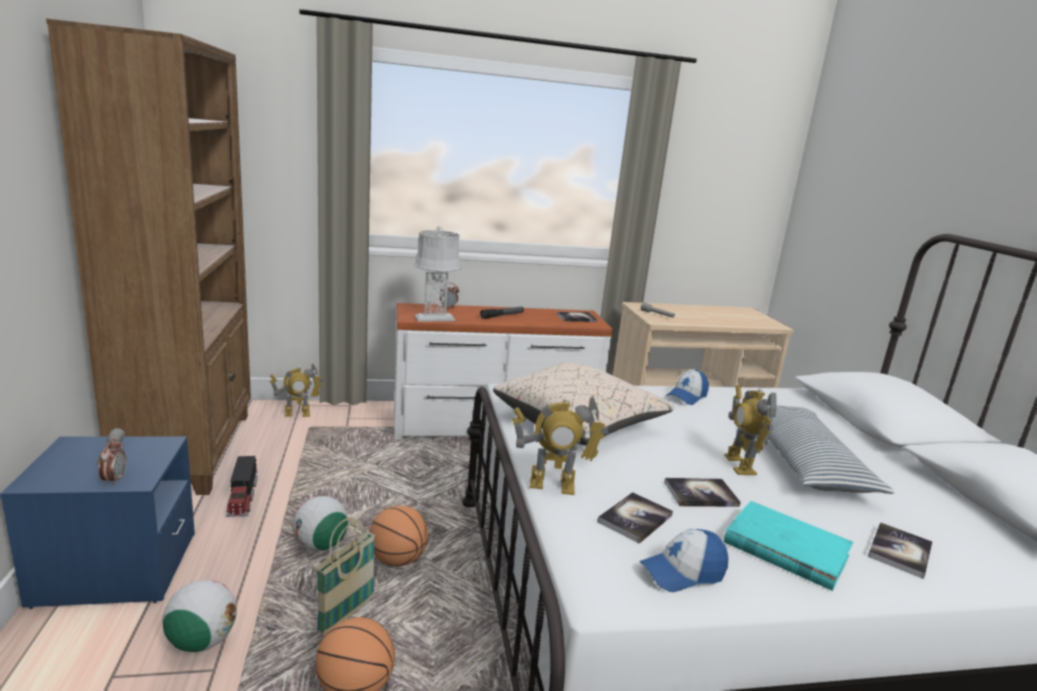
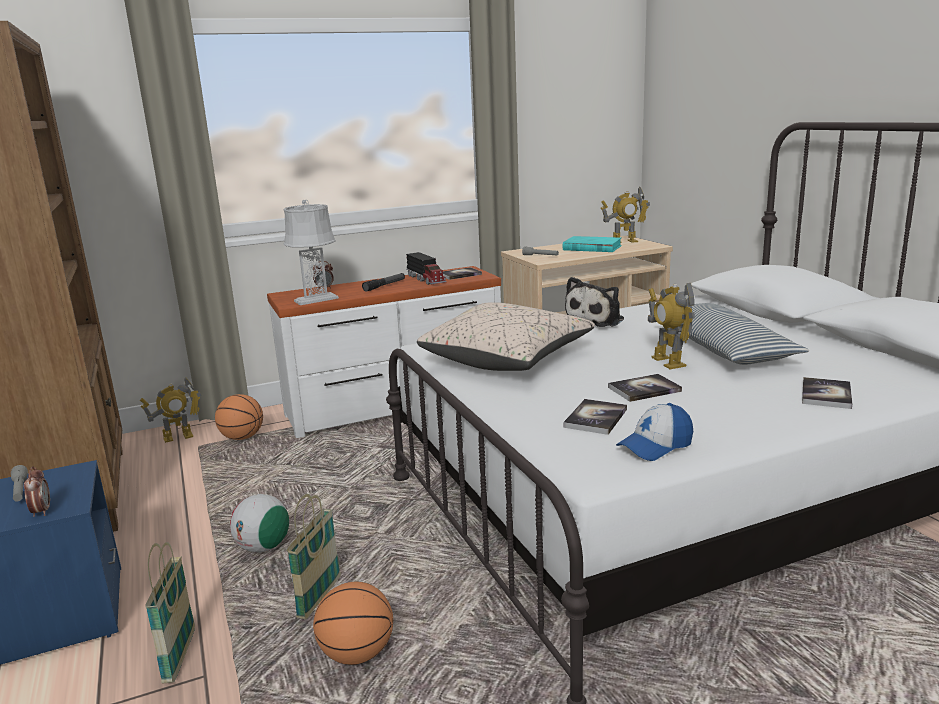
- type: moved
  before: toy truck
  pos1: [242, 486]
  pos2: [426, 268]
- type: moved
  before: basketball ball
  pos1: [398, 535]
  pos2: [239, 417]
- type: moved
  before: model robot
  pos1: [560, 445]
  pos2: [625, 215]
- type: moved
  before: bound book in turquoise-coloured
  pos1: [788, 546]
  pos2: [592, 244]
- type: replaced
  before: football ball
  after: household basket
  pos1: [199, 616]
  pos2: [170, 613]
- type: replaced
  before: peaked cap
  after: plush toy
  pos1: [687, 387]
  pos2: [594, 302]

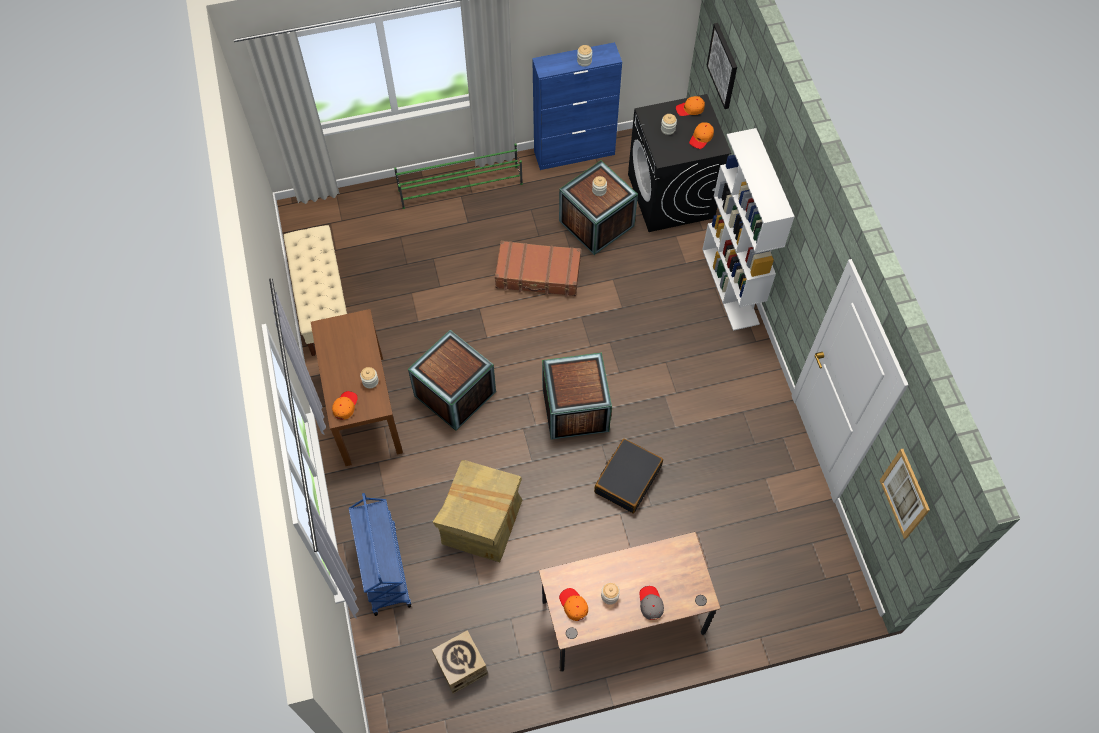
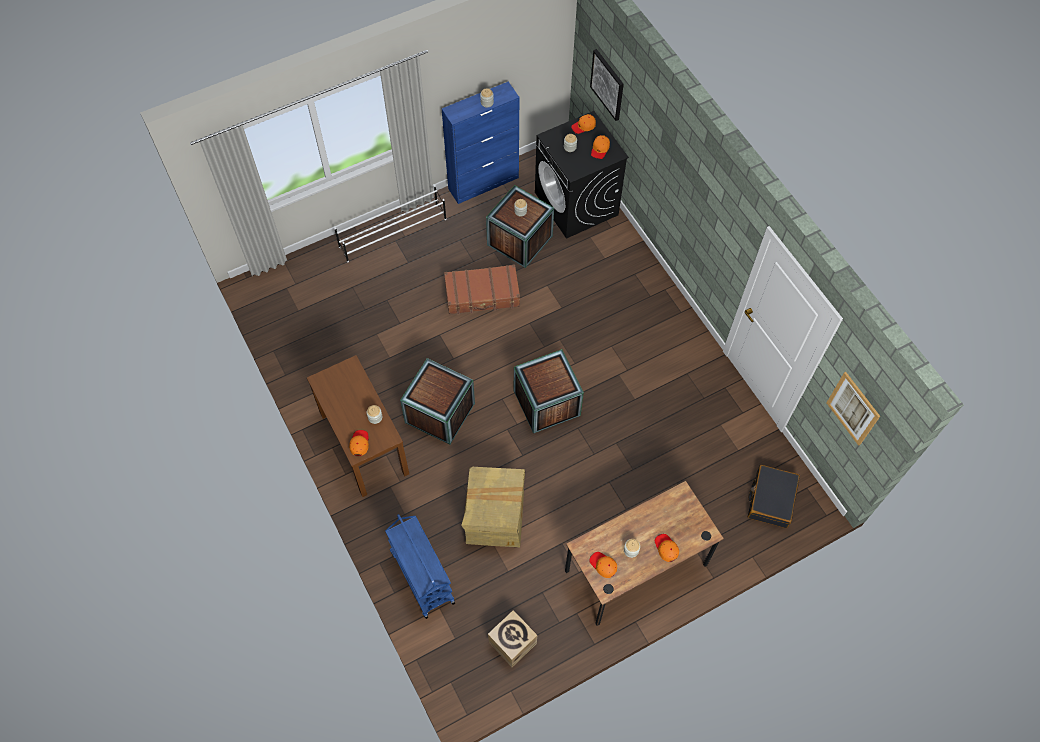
- type: removed
  before: long seat in beige-coloured
  pos1: [315, 290]
- type: removed
  before: bookcase in white
  pos1: [748, 229]
- type: moved
  before: piece of luggage in black-coloured
  pos1: [628, 475]
  pos2: [774, 496]
- type: recoloured
  before: shoe rack in green
  after: shoe rack in white
  pos1: [458, 176]
  pos2: [390, 223]
- type: recoloured
  before: peaked cap in grey
  after: peaked cap in orange
  pos1: [652, 603]
  pos2: [667, 548]

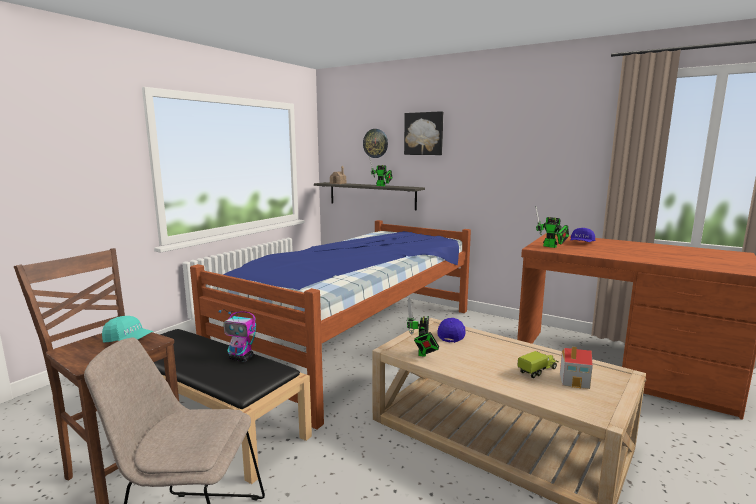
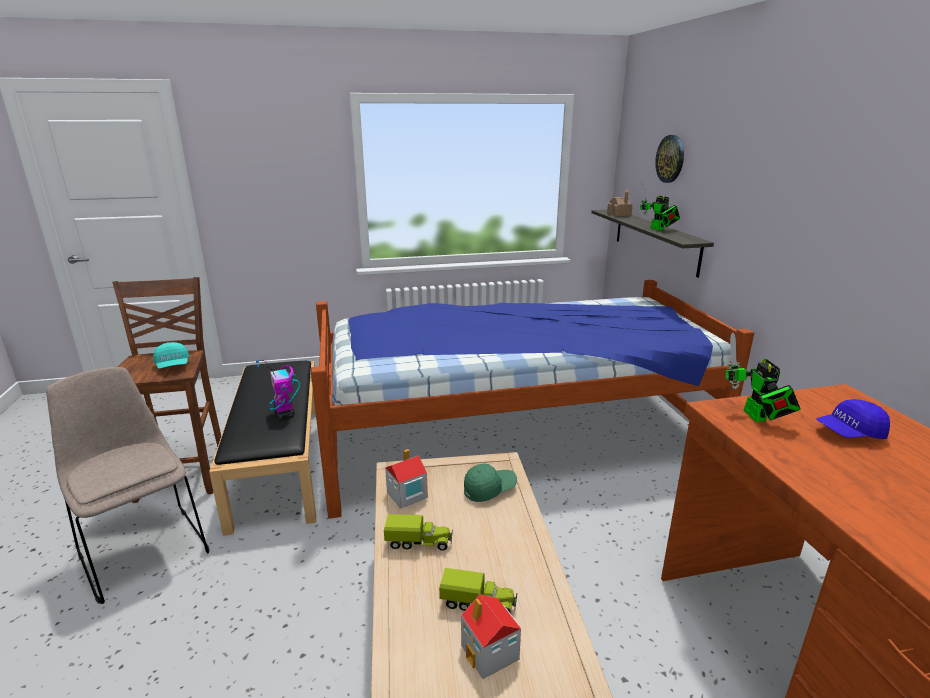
- type: removed
  before: wall art
  pos1: [423, 133]
- type: added
  after: toy truck
  pos2: [418, 532]
- type: replaced
  before: model robot
  after: miniature house
  pos1: [423, 327]
  pos2: [406, 479]
- type: recoloured
  before: peaked cap in blue-coloured
  after: peaked cap in green
  pos1: [451, 330]
  pos2: [490, 482]

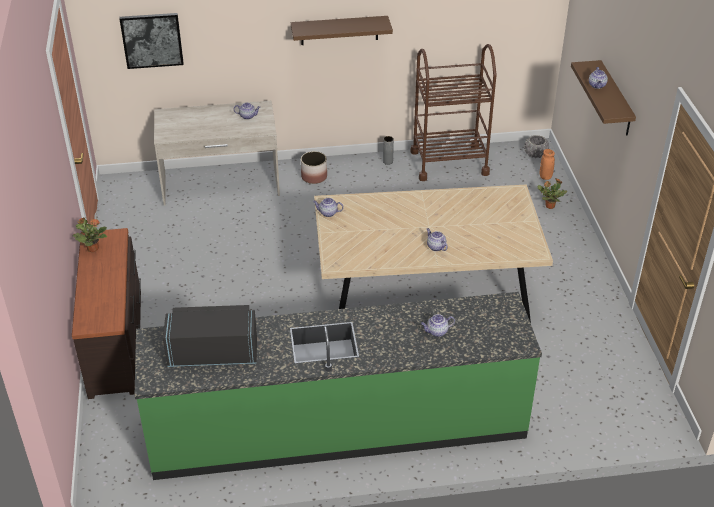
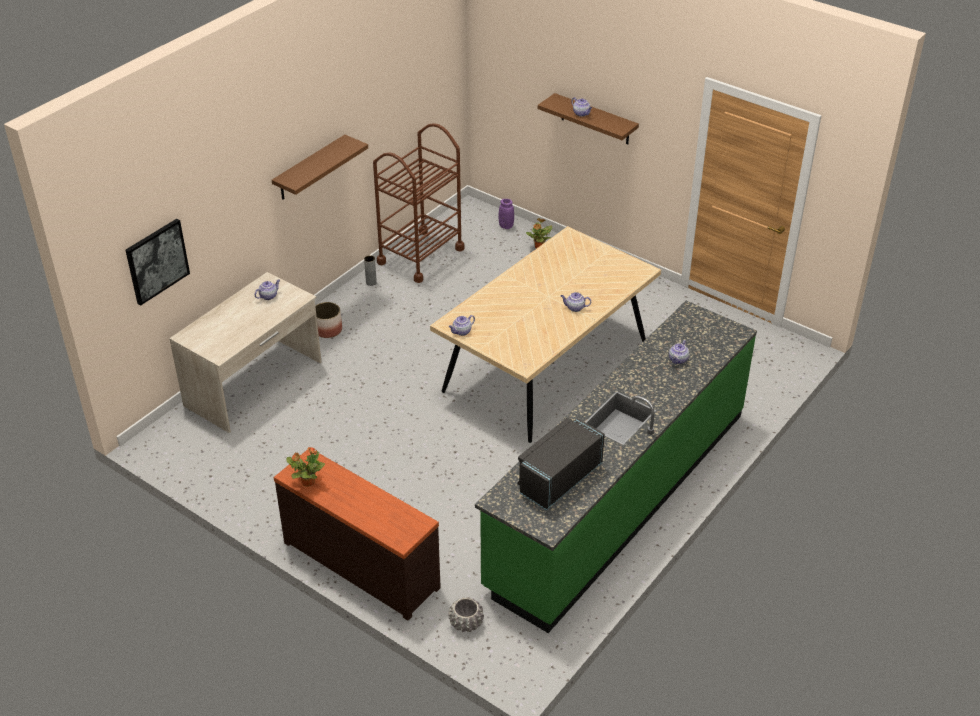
- type: moved
  before: plant pot in grey
  pos1: [536, 146]
  pos2: [466, 614]
- type: recoloured
  before: decorative vase in orange
  after: decorative vase in purplish
  pos1: [547, 164]
  pos2: [506, 214]

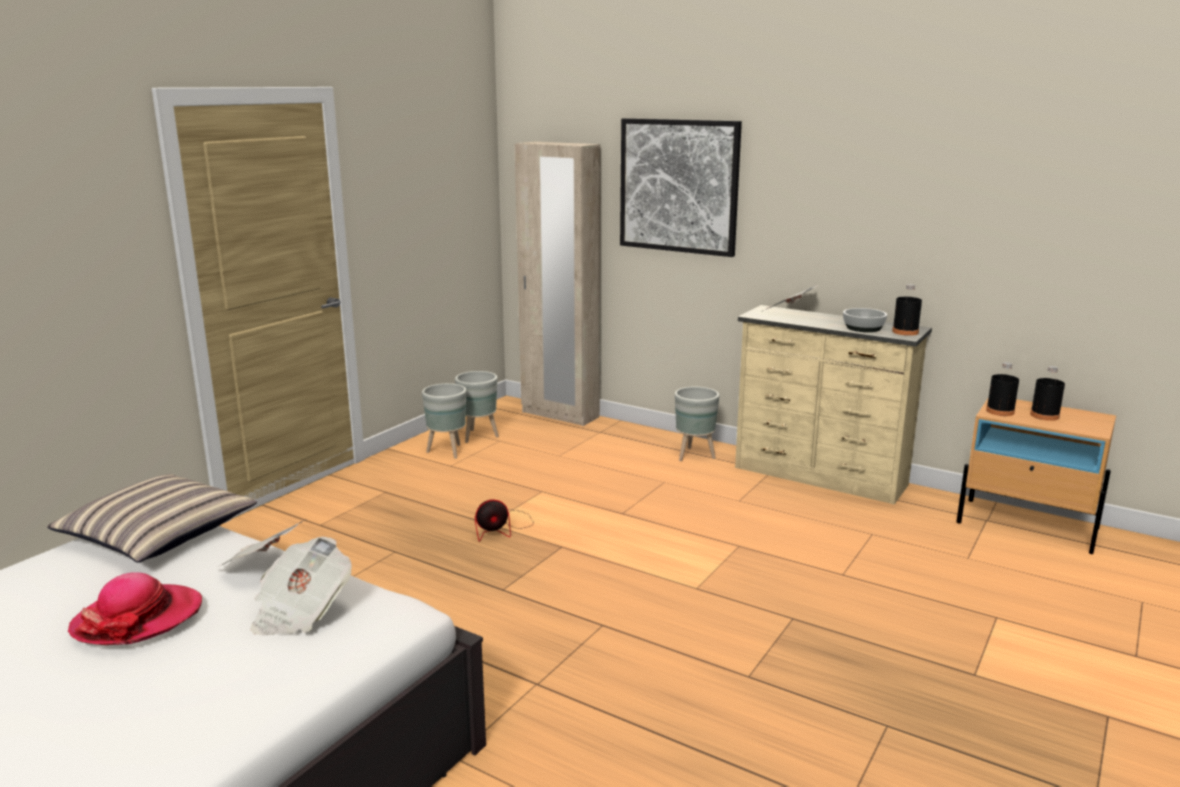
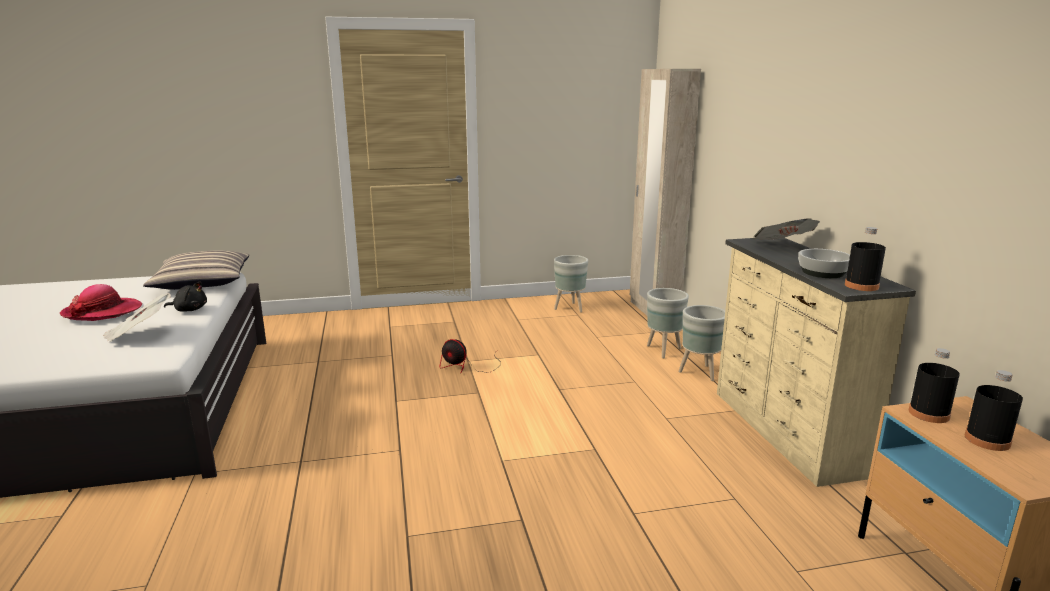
- type: removed
  before: wall art
  pos1: [681, 187]
- type: moved
  before: plant pot in grey
  pos1: [444, 421]
  pos2: [668, 323]
- type: replaced
  before: newspaper
  after: plush toy in black-coloured
  pos1: [262, 543]
  pos2: [185, 297]

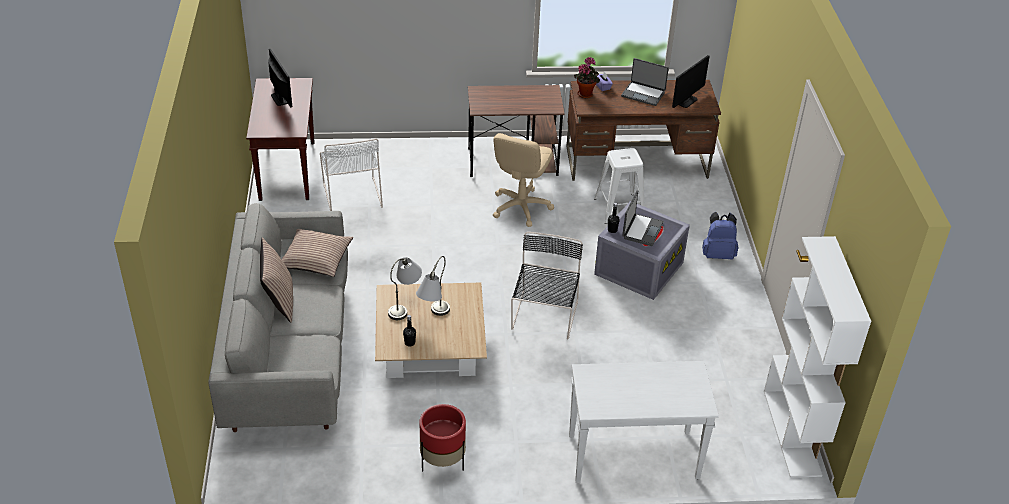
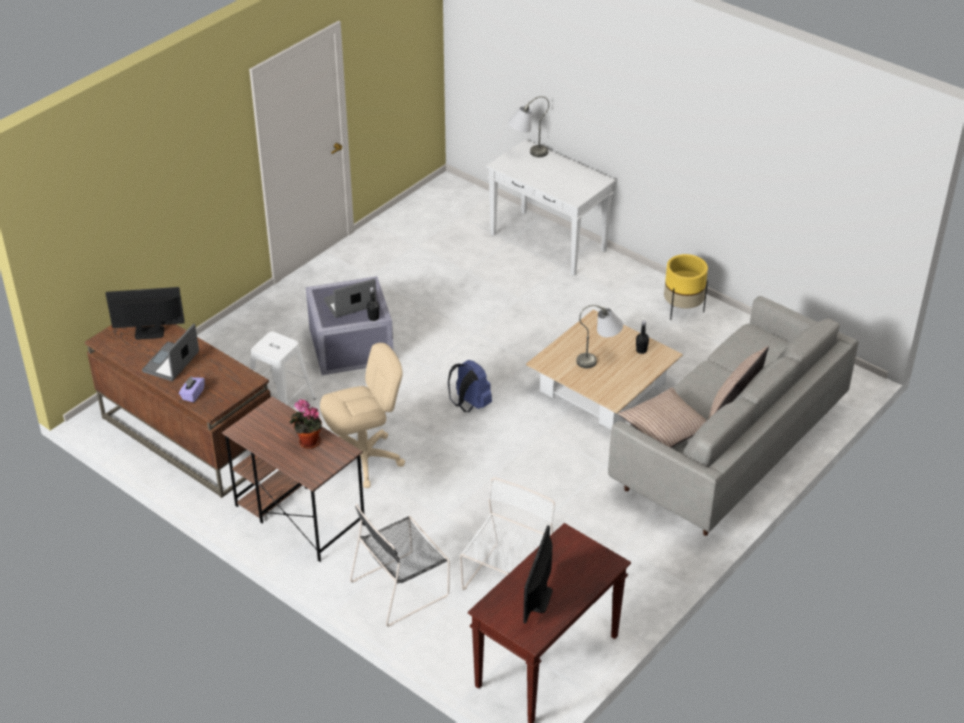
- type: removed
  before: bookcase in white
  pos1: [817, 357]
- type: moved
  before: tabletop lamp in grey
  pos1: [405, 288]
  pos2: [528, 126]
- type: moved
  before: upright chair in black-coloured
  pos1: [547, 285]
  pos2: [400, 565]
- type: moved
  before: houseplant
  pos1: [587, 77]
  pos2: [306, 424]
- type: moved
  before: backpack in blue-coloured
  pos1: [720, 235]
  pos2: [470, 386]
- type: recoloured
  before: plant pot in red-coloured
  after: plant pot in yellowish
  pos1: [442, 438]
  pos2: [686, 287]
- type: turned
  before: notebook computer
  pos1: [645, 82]
  pos2: [170, 352]
  turn: -135

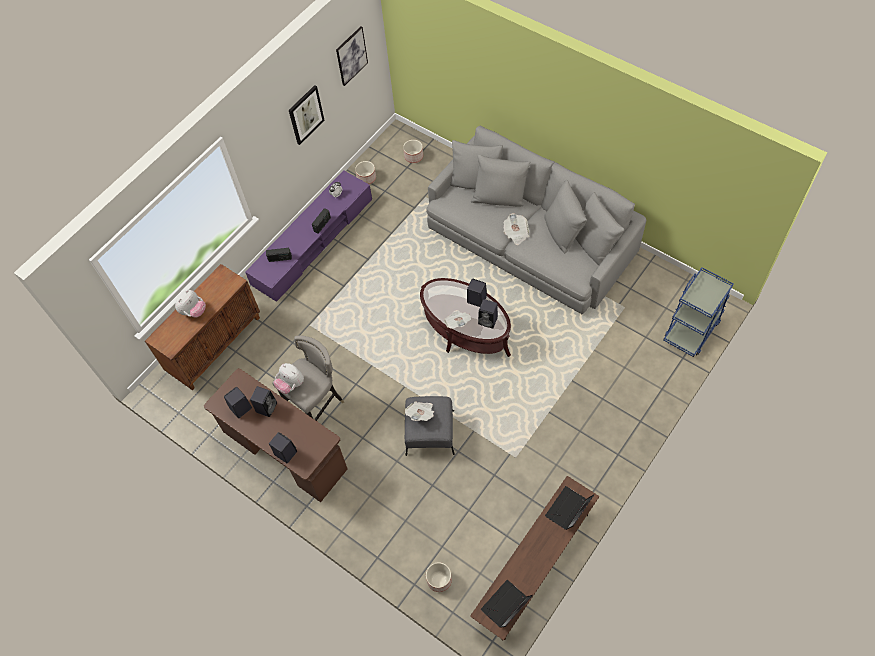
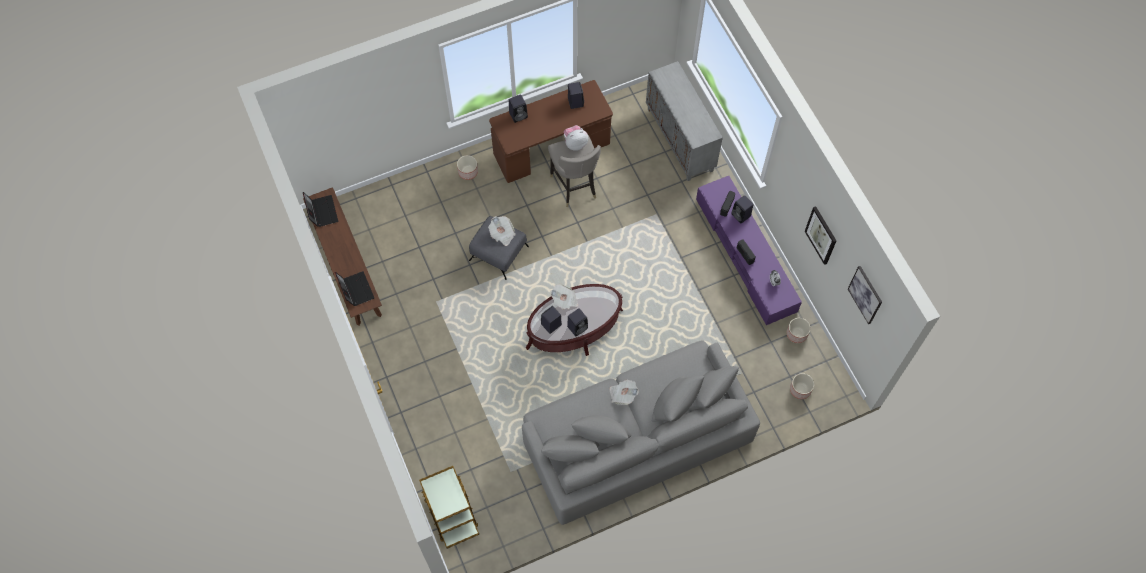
- type: removed
  before: plush toy
  pos1: [190, 303]
- type: moved
  before: speaker in black-coloured
  pos1: [263, 401]
  pos2: [742, 209]
- type: moved
  before: plant pot
  pos1: [439, 577]
  pos2: [467, 167]
- type: recoloured
  before: cabinet in brown
  after: cabinet in grey
  pos1: [202, 327]
  pos2: [684, 121]
- type: recoloured
  before: cart in blue-coloured
  after: cart in brown
  pos1: [698, 312]
  pos2: [449, 507]

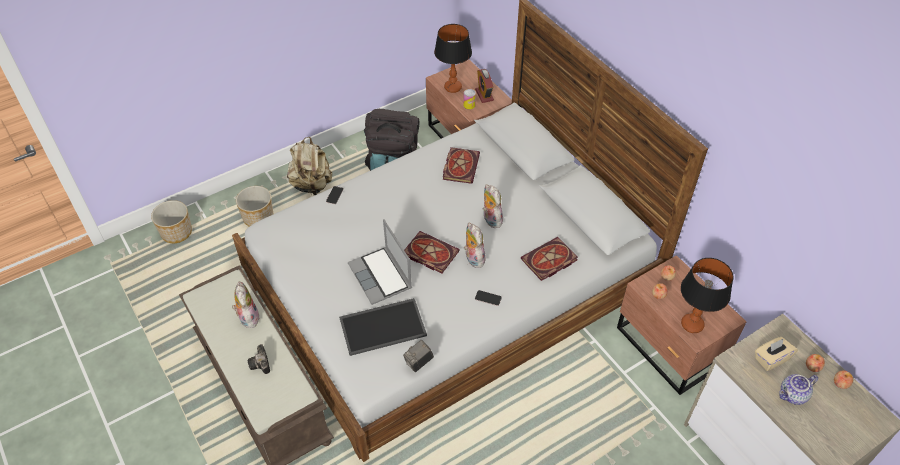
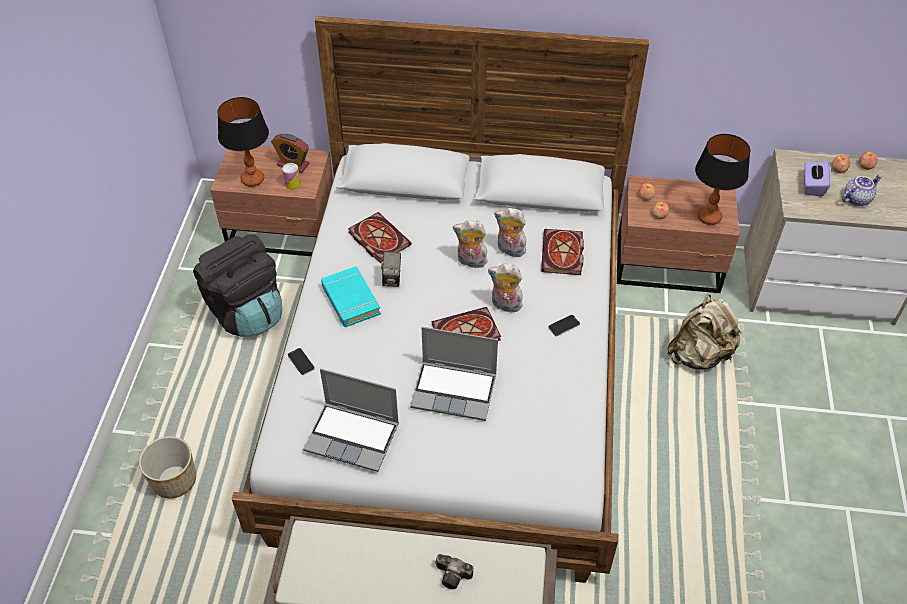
- type: removed
  before: plant pot
  pos1: [171, 221]
- type: removed
  before: carrying tray
  pos1: [383, 327]
- type: added
  after: notebook computer
  pos2: [351, 420]
- type: added
  after: bound book in turquoise-coloured
  pos2: [351, 296]
- type: moved
  before: plush toy
  pos1: [246, 304]
  pos2: [510, 232]
- type: moved
  before: backpack in beige-coloured
  pos1: [309, 166]
  pos2: [704, 331]
- type: moved
  before: still camera
  pos1: [418, 356]
  pos2: [391, 269]
- type: recoloured
  before: box of tissues in beige-coloured
  after: box of tissues in purplish
  pos1: [776, 354]
  pos2: [817, 179]
- type: turned
  before: teapot
  pos1: [798, 389]
  pos2: [862, 190]
  turn: -135

